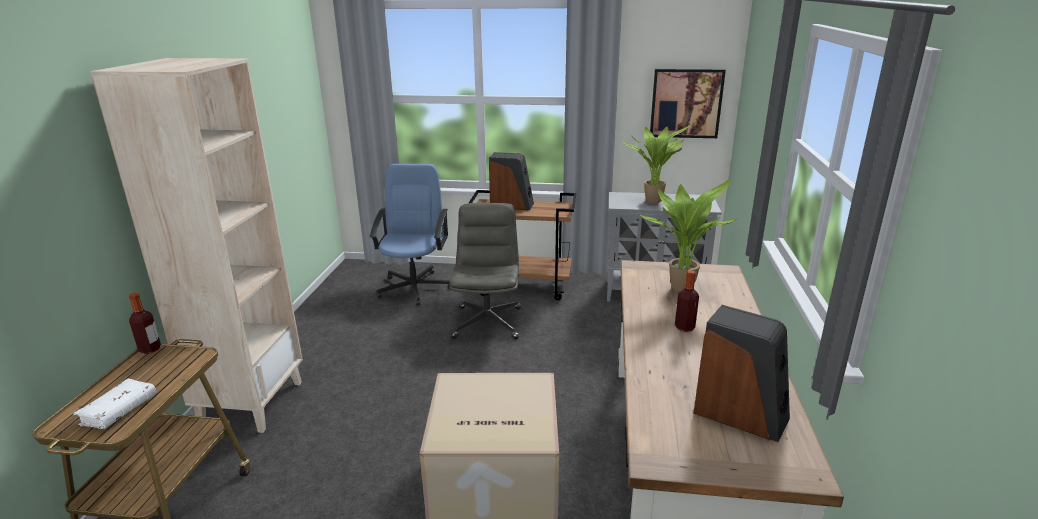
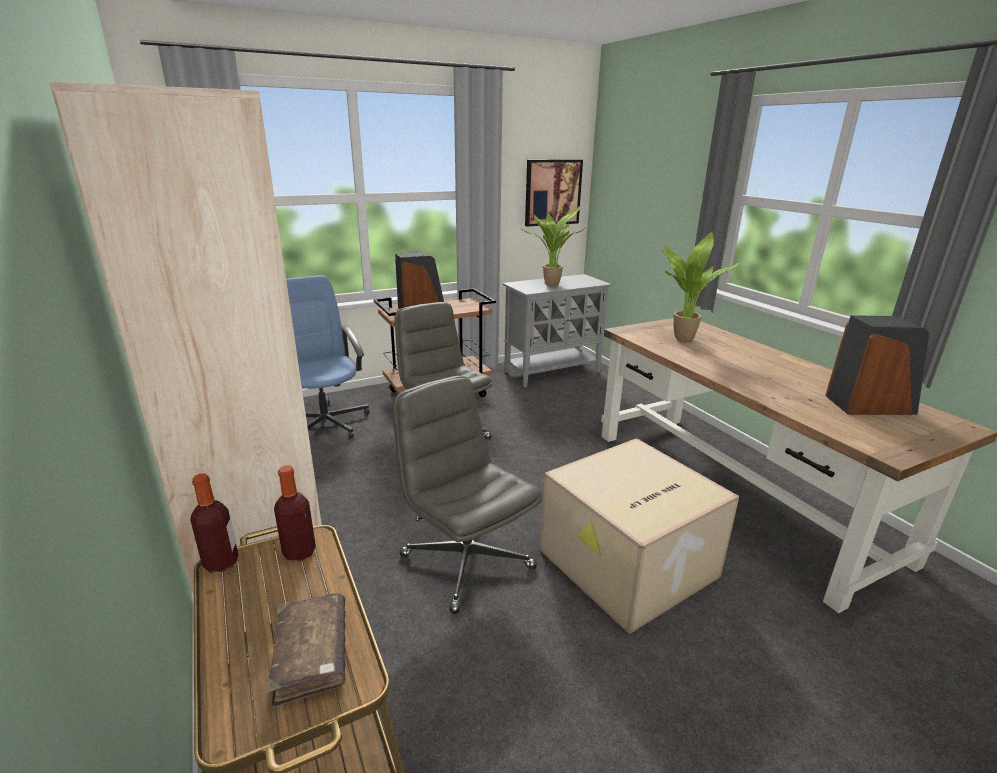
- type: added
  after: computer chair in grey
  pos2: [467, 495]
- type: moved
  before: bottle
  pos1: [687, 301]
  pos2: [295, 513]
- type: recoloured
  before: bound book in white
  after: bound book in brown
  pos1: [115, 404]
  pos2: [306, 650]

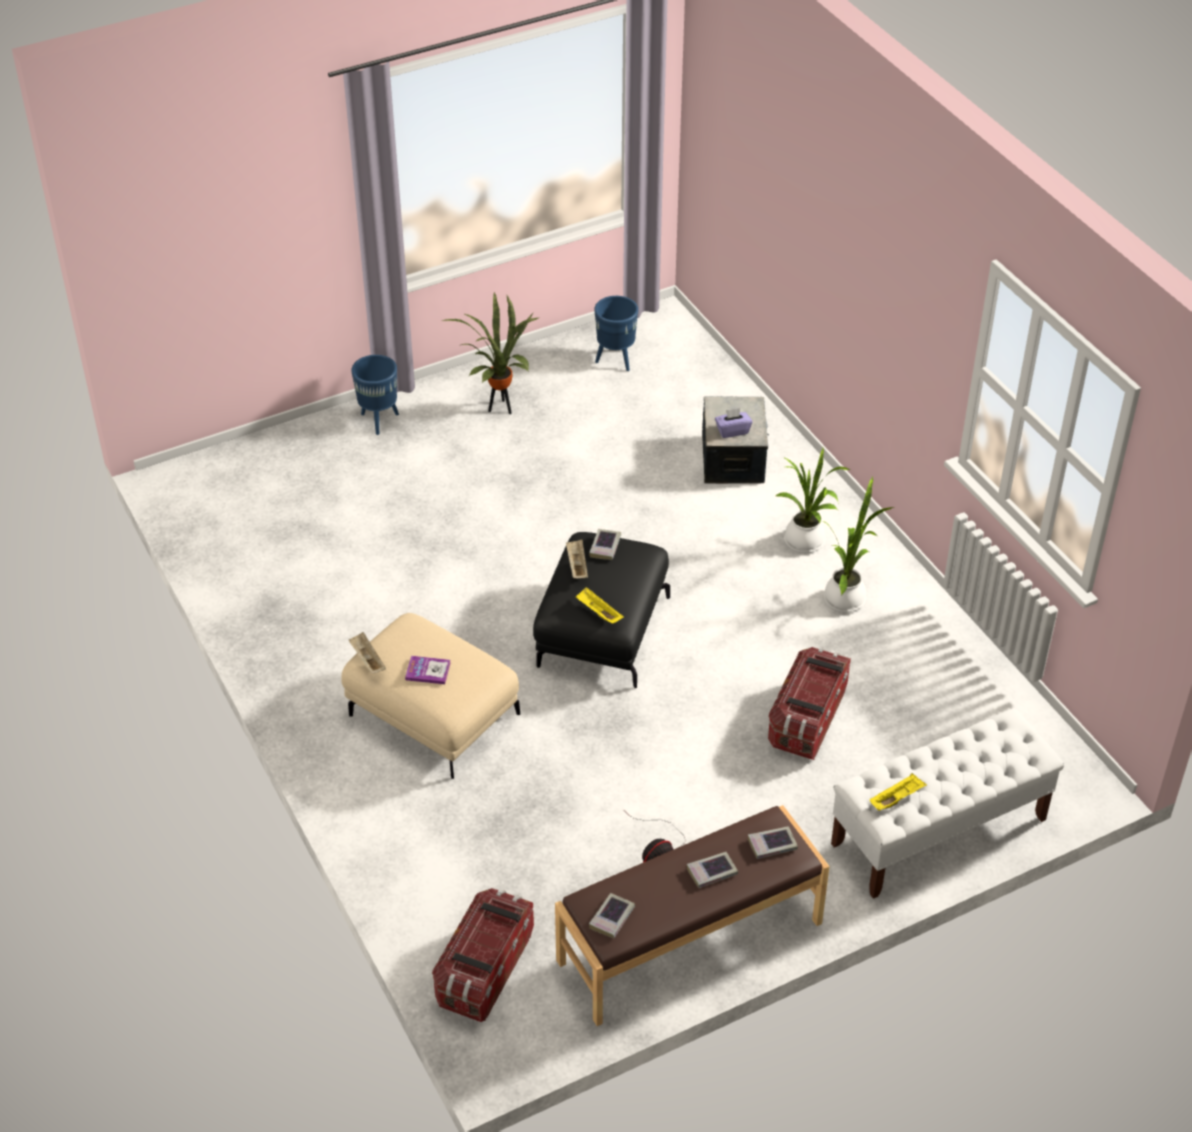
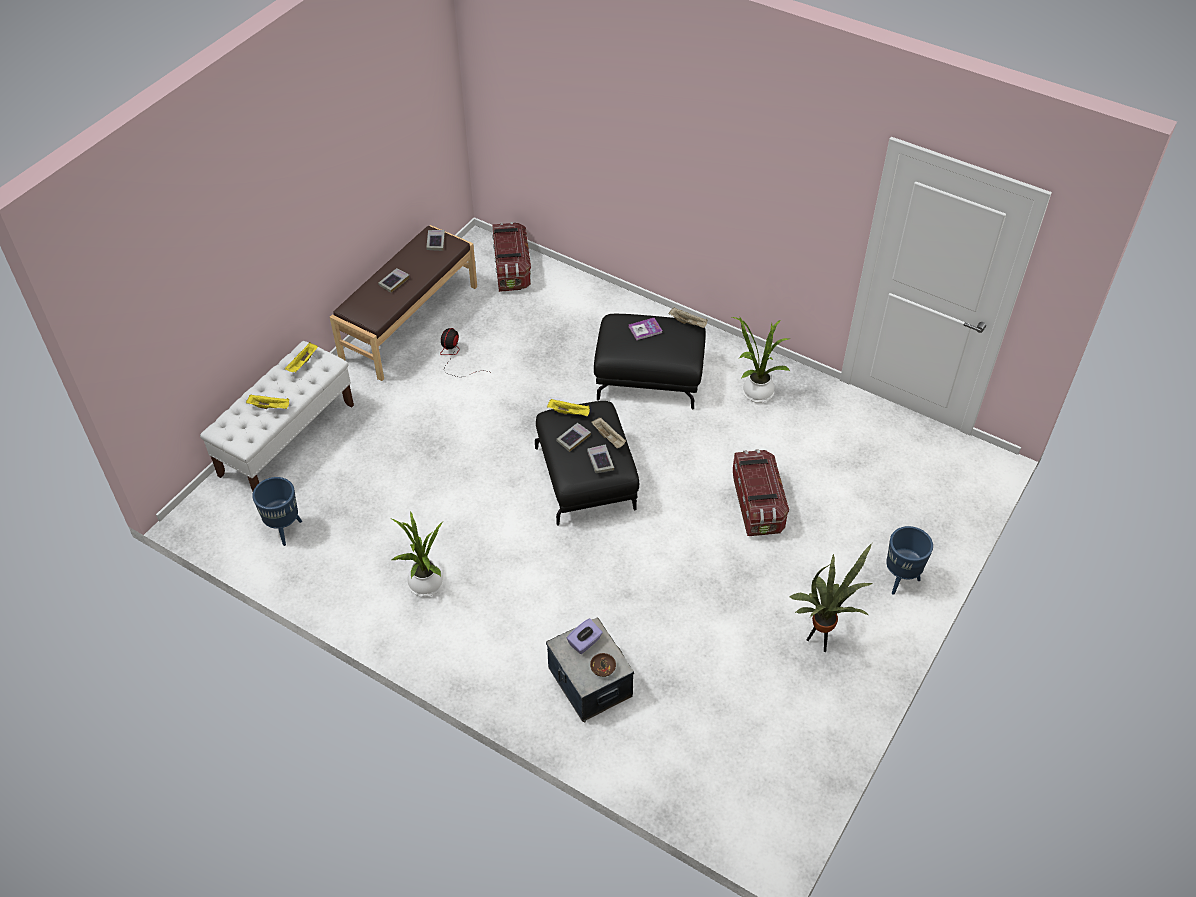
- type: added
  after: carrying tray in yellowish
  pos2: [267, 401]
- type: added
  after: bowl in brown
  pos2: [603, 665]
- type: moved
  before: plant pot in blue-coloured
  pos1: [616, 333]
  pos2: [277, 511]
- type: moved
  before: bound book
  pos1: [773, 842]
  pos2: [573, 437]
- type: moved
  before: storage bin
  pos1: [809, 703]
  pos2: [761, 492]
- type: moved
  before: houseplant
  pos1: [813, 500]
  pos2: [761, 360]
- type: recoloured
  before: pouffe in beige-coloured
  after: pouffe in black-coloured
  pos1: [431, 696]
  pos2: [650, 361]

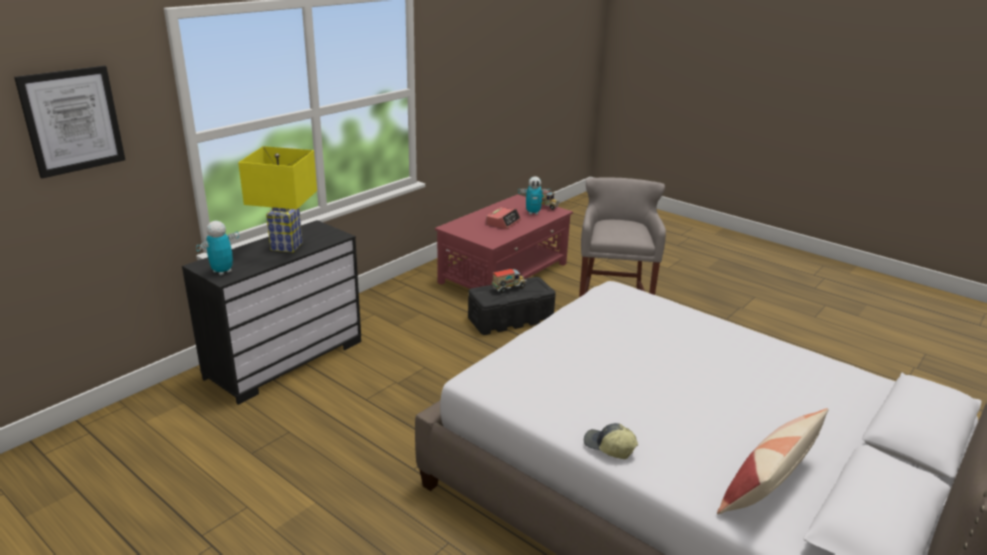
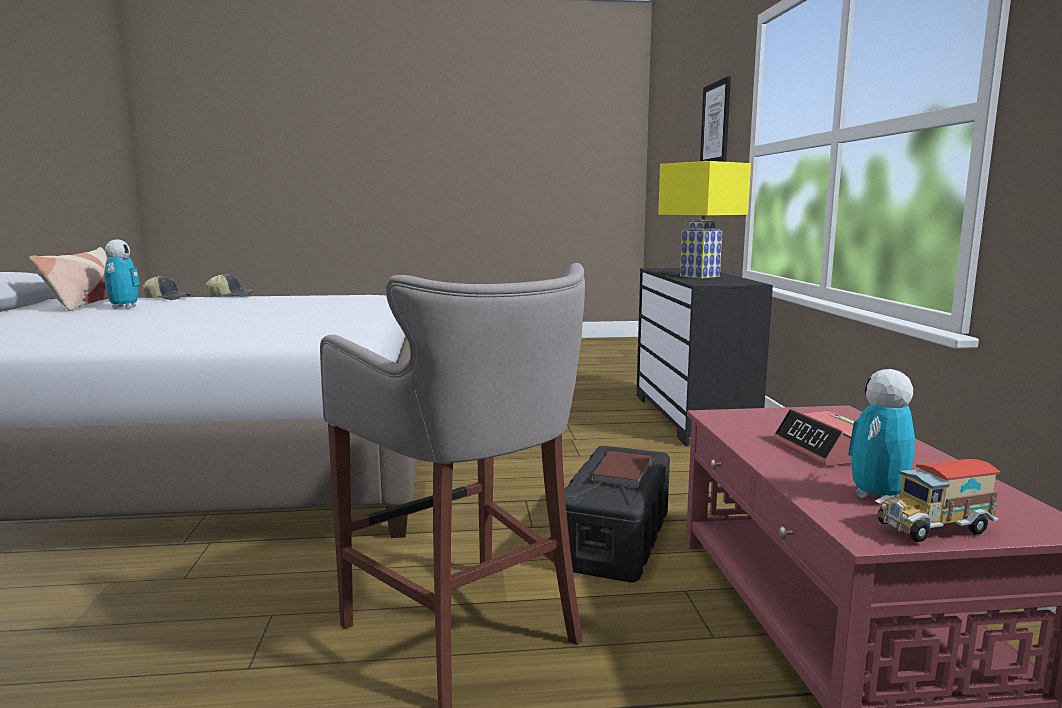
- type: added
  after: peaked cap
  pos2: [167, 288]
- type: moved
  before: model robot
  pos1: [217, 248]
  pos2: [122, 274]
- type: replaced
  before: toy truck
  after: bound book in brown
  pos1: [509, 281]
  pos2: [621, 469]

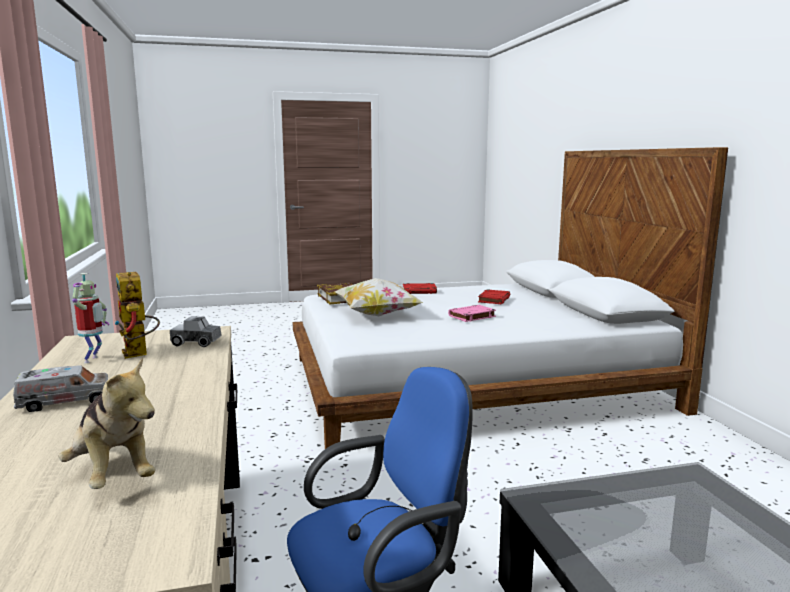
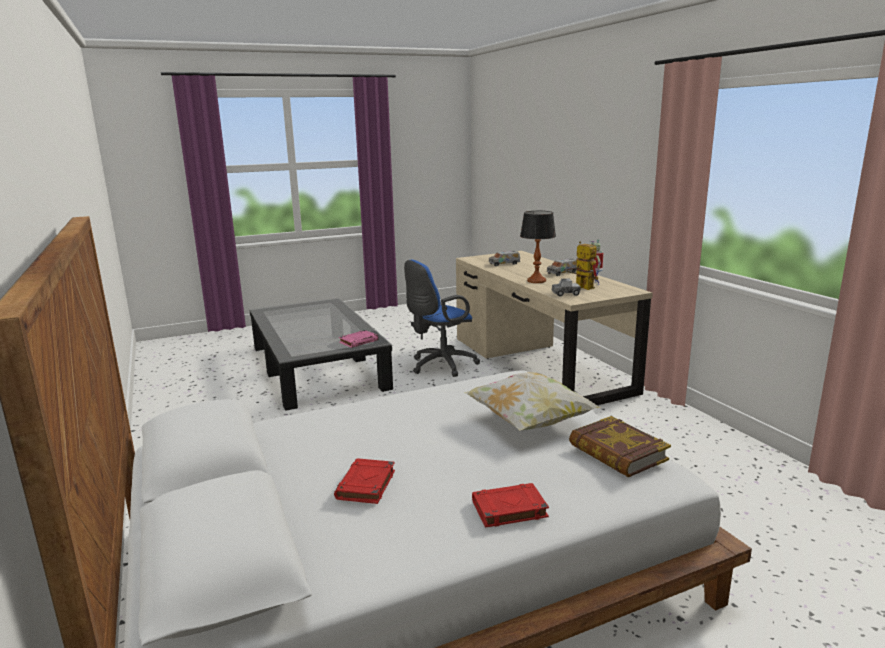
- type: added
  after: tabletop lamp
  pos2: [538, 247]
- type: moved
  before: bound book in pink-coloured
  pos1: [472, 313]
  pos2: [359, 339]
- type: replaced
  before: plush toy
  after: toy truck
  pos1: [107, 423]
  pos2: [504, 258]

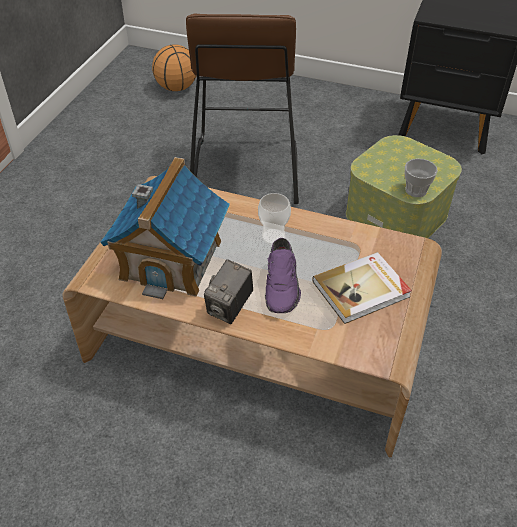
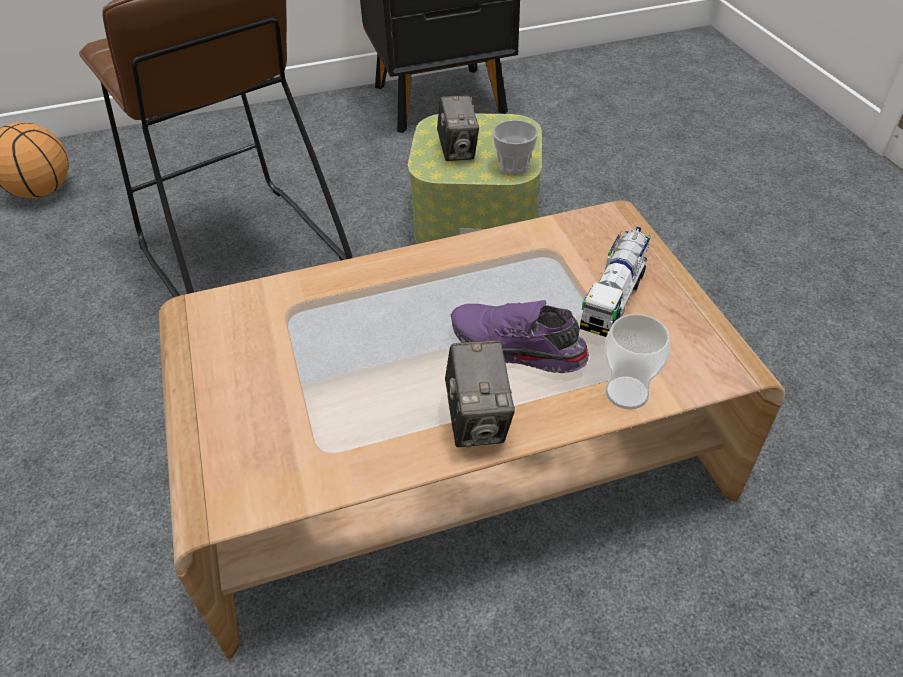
- type: removed
  before: miniature house
  pos1: [165, 228]
- type: added
  after: still camera
  pos2: [458, 128]
- type: moved
  before: drinking cup
  pos1: [274, 219]
  pos2: [637, 362]
- type: replaced
  before: bound book
  after: toy truck
  pos1: [362, 288]
  pos2: [615, 282]
- type: turned
  before: shoe in purplish
  pos1: [283, 275]
  pos2: [520, 336]
  turn: 150

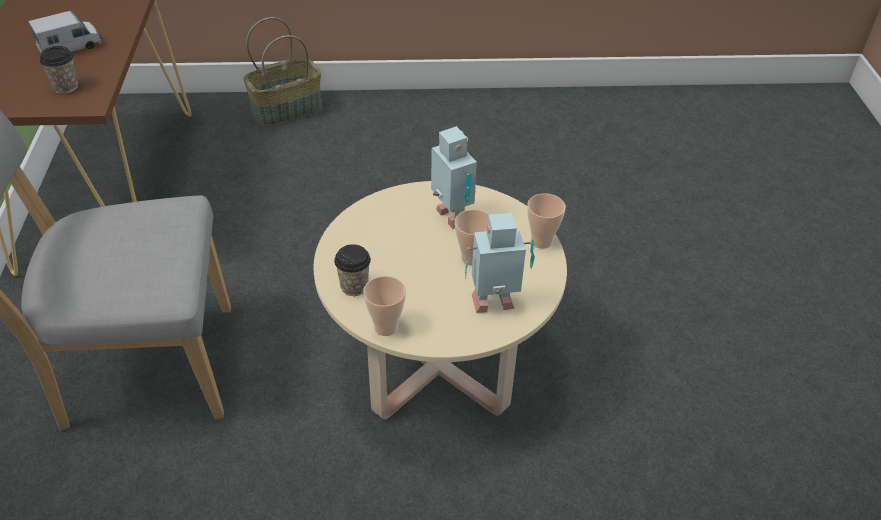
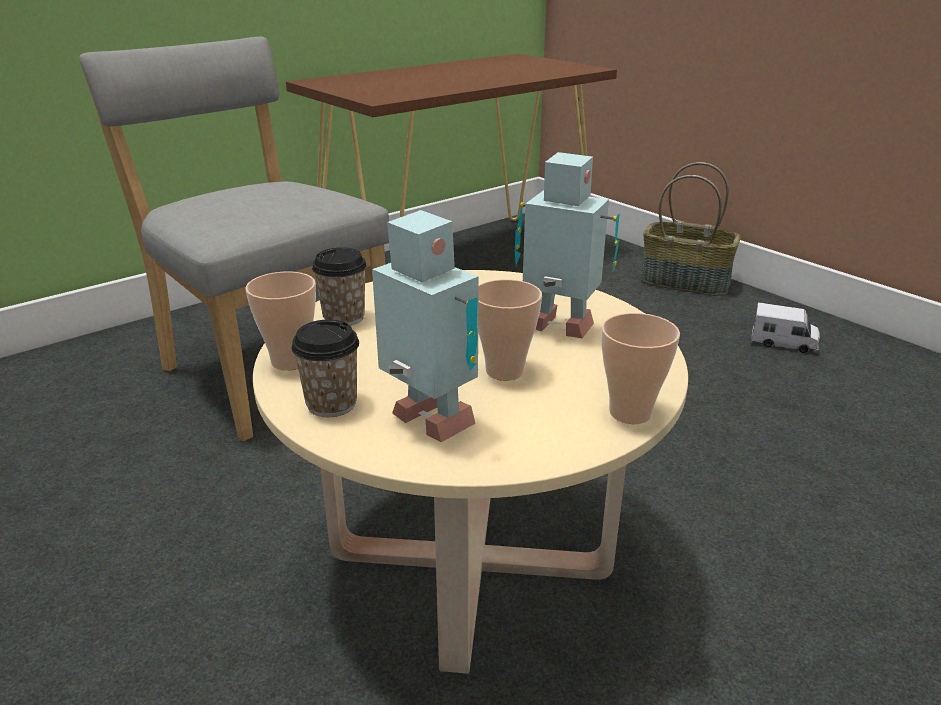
- type: moved
  before: toy truck
  pos1: [65, 32]
  pos2: [785, 327]
- type: moved
  before: drinking cup
  pos1: [59, 70]
  pos2: [325, 368]
- type: turned
  before: model robot
  pos1: [454, 177]
  pos2: [567, 245]
  turn: -90

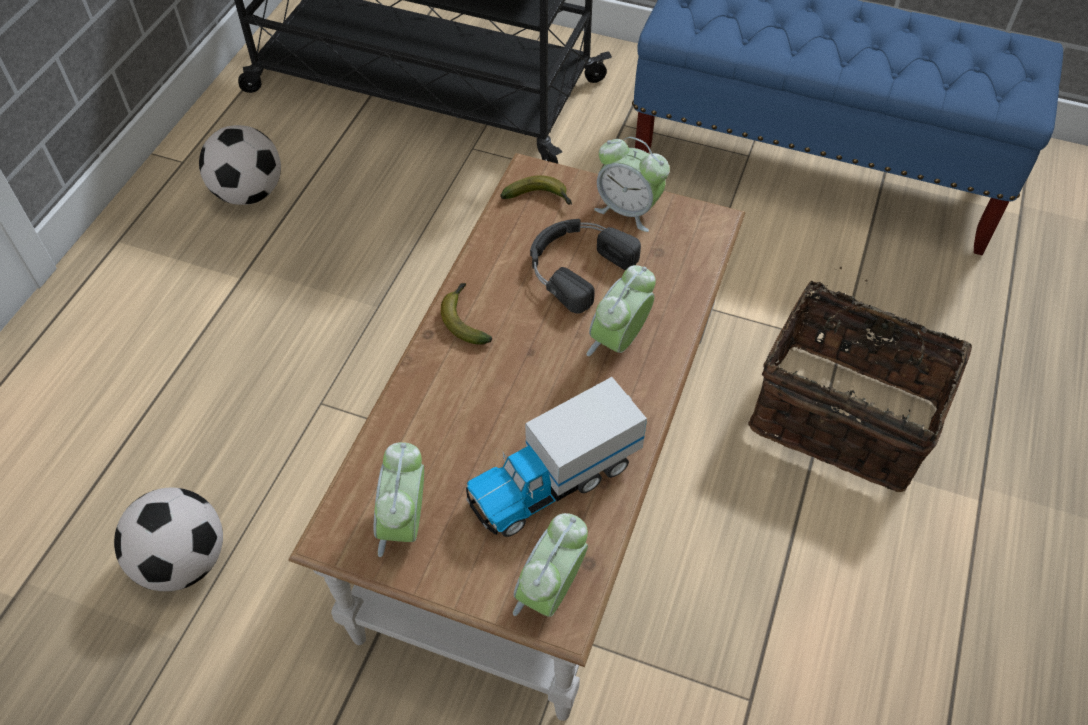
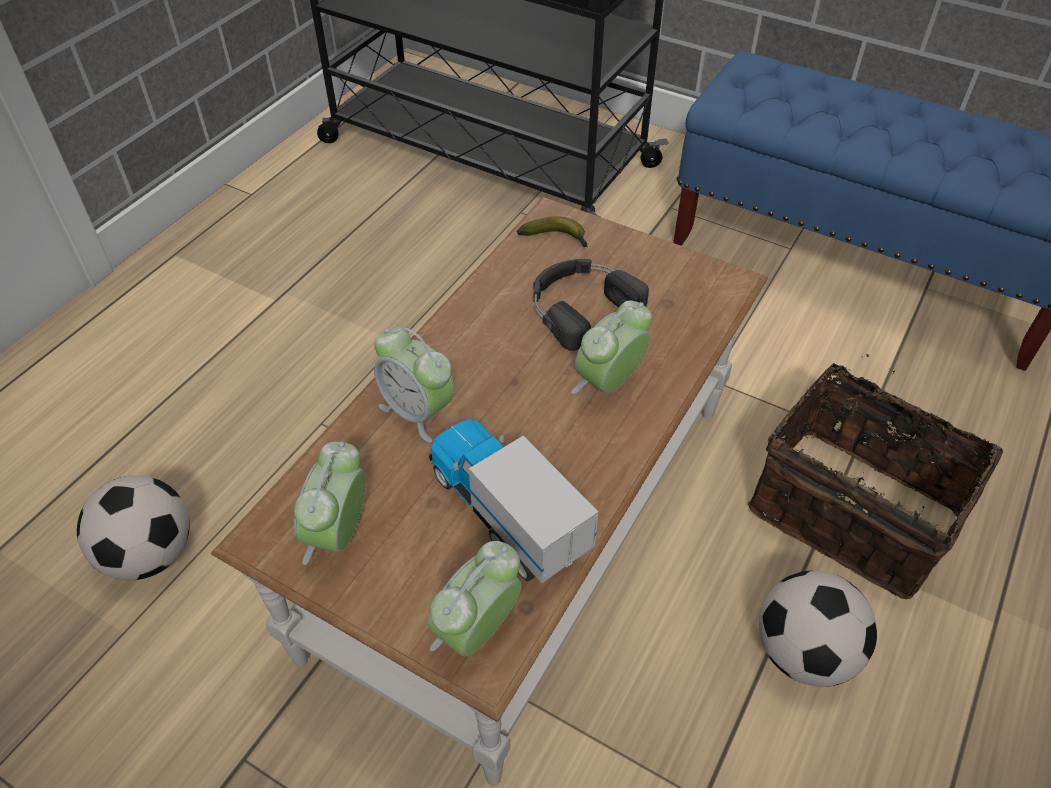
- type: removed
  before: banana fruit
  pos1: [466, 313]
- type: moved
  before: football ball
  pos1: [240, 165]
  pos2: [818, 628]
- type: moved
  before: table clock
  pos1: [632, 184]
  pos2: [414, 384]
- type: turned
  before: toy truck
  pos1: [556, 457]
  pos2: [514, 500]
  turn: 75

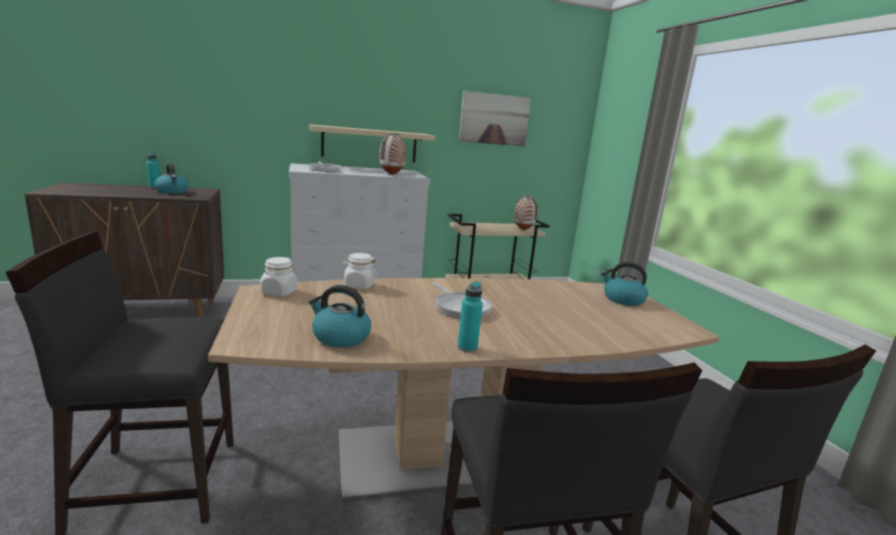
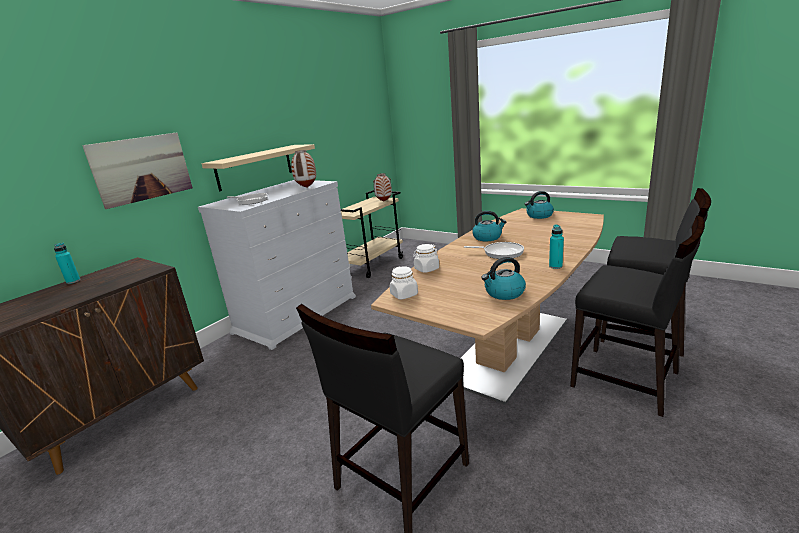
- type: moved
  before: tea kettle
  pos1: [172, 178]
  pos2: [489, 226]
- type: moved
  before: wall art
  pos1: [495, 119]
  pos2: [137, 170]

